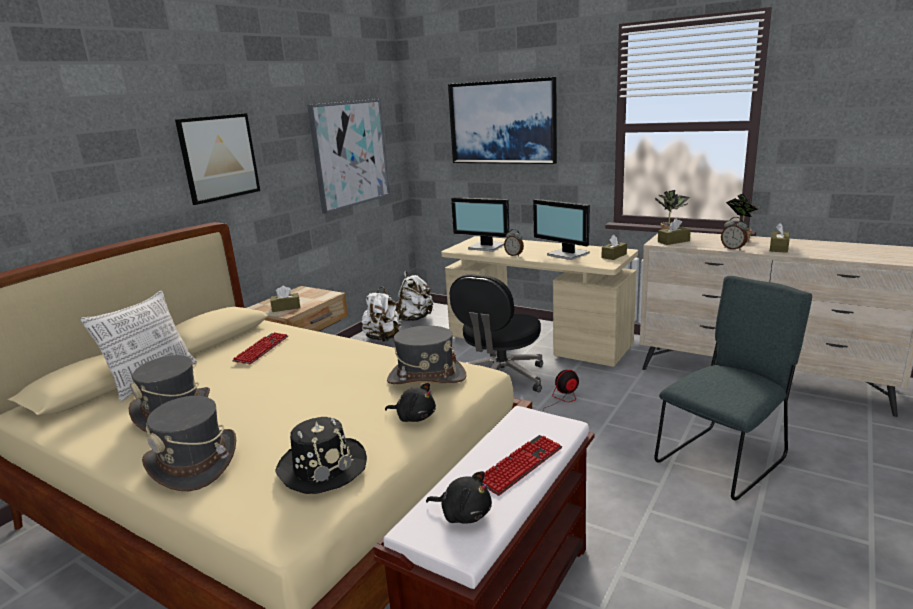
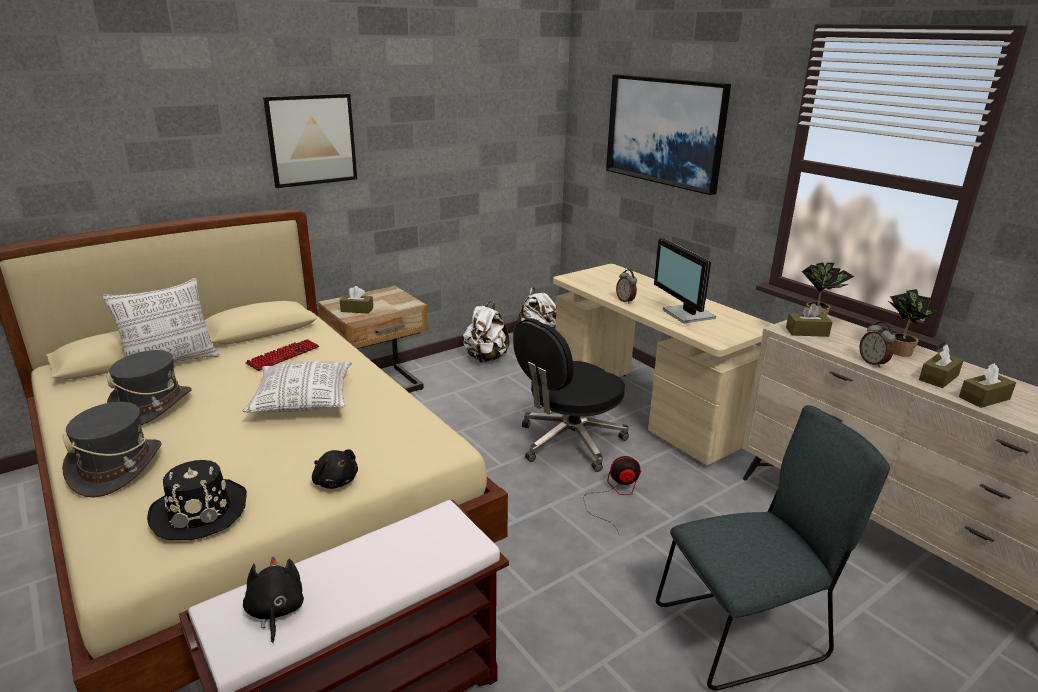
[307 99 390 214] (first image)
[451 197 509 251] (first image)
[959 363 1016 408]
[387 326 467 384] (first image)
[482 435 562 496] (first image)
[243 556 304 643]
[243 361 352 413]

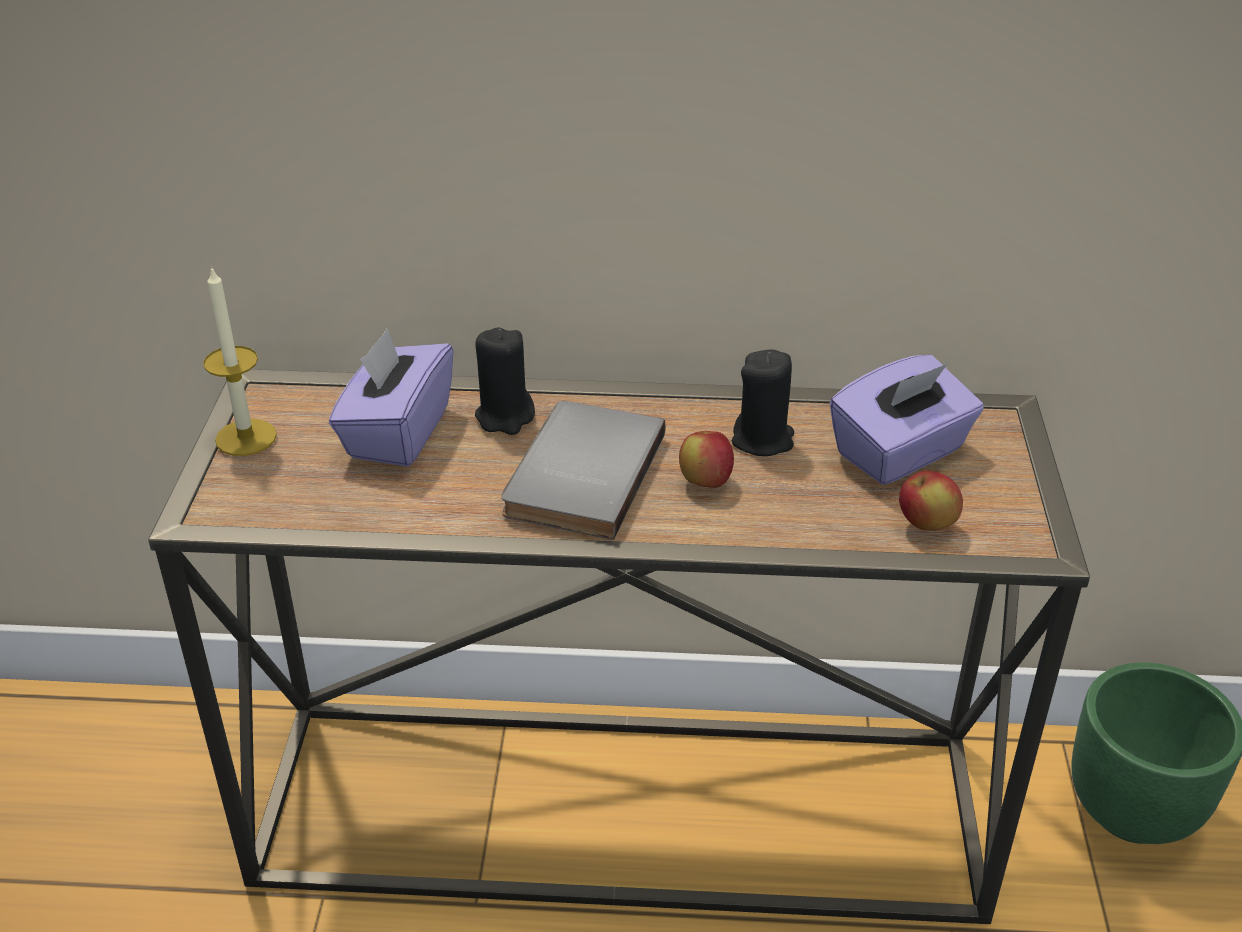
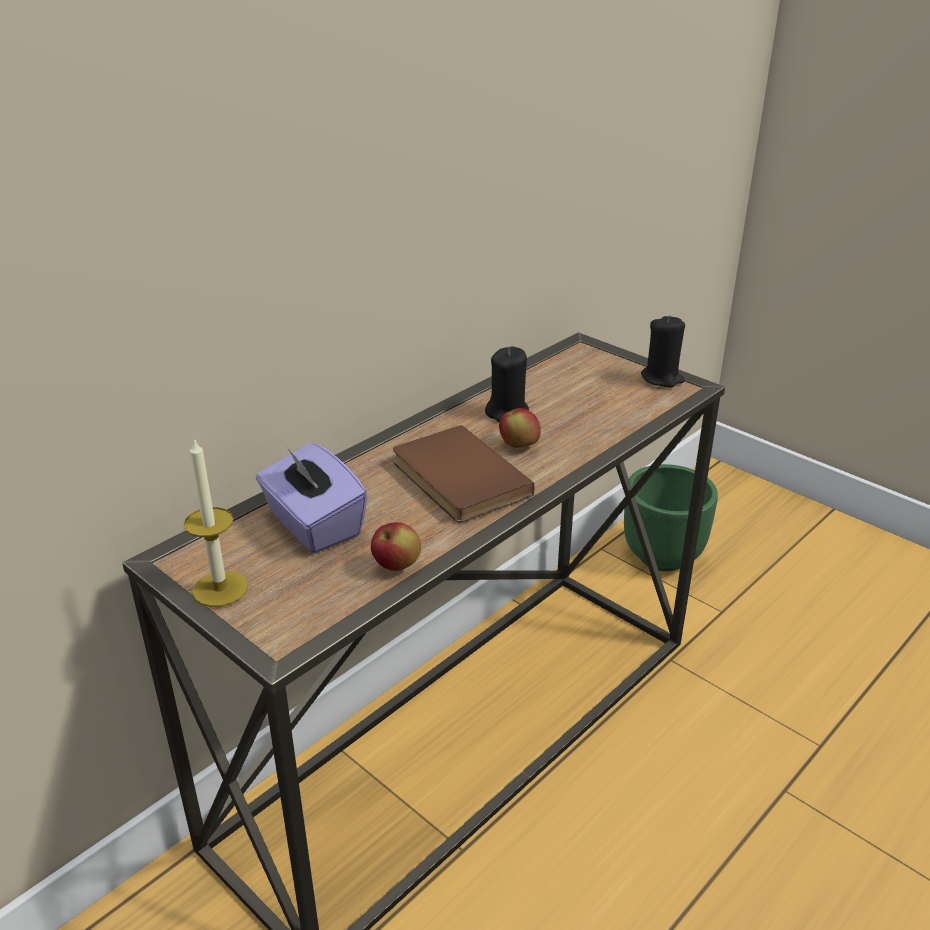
[641 315 685 388]
[830 355 984 485] (first image)
[393 425 534 522]
[371 522 421 571]

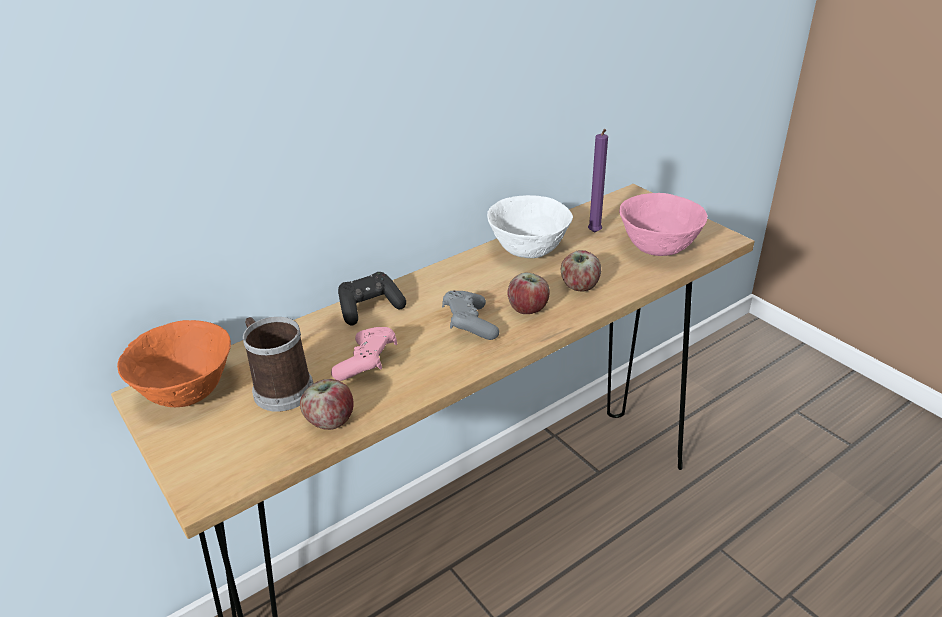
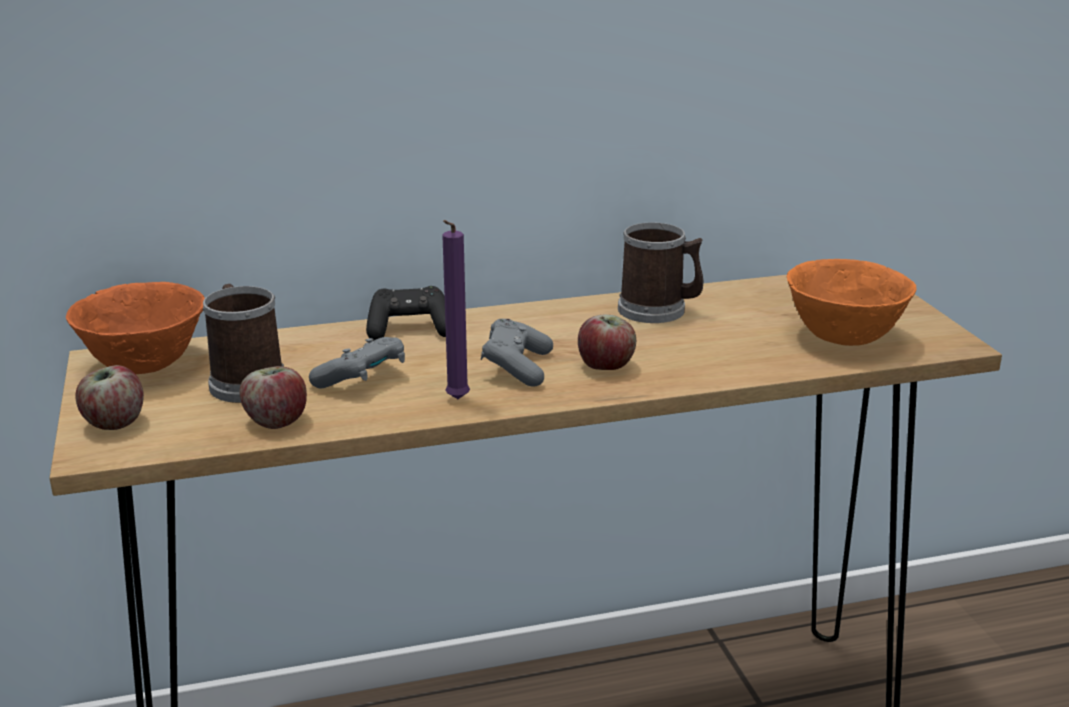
[442 220 470 399]
[787 259 917 346]
[618 222 704 323]
[75 365 144 430]
[309 337 405 388]

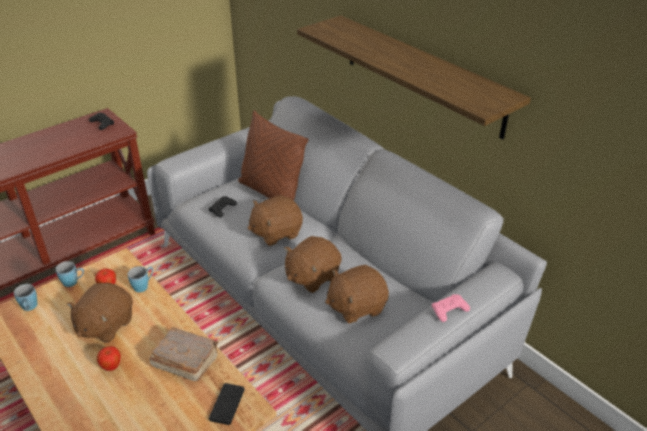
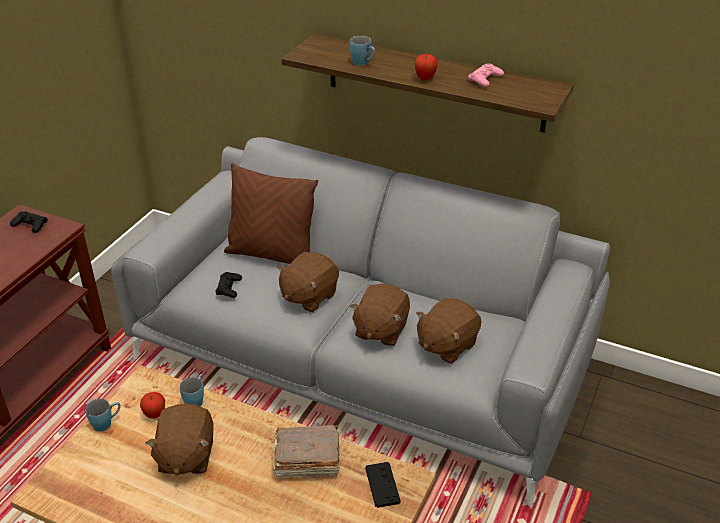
[350 36 375 66]
[468 64 504 87]
[415 54 438 81]

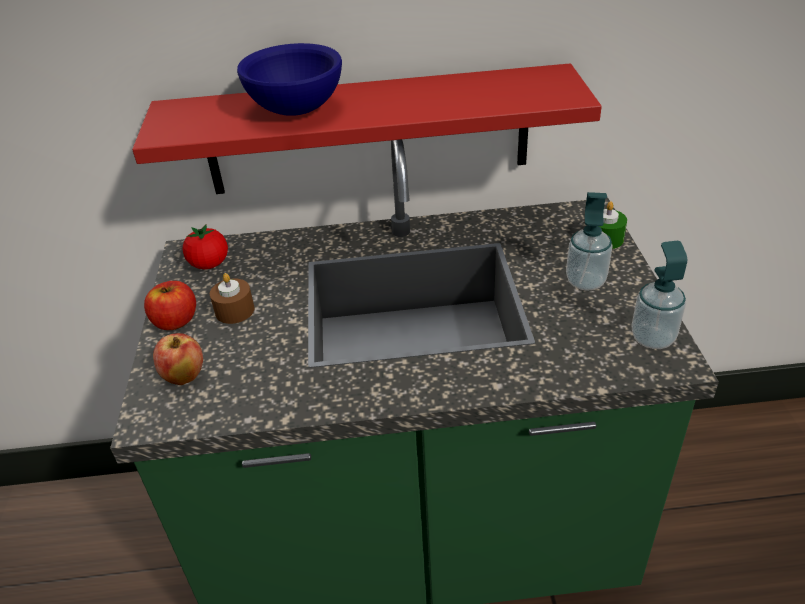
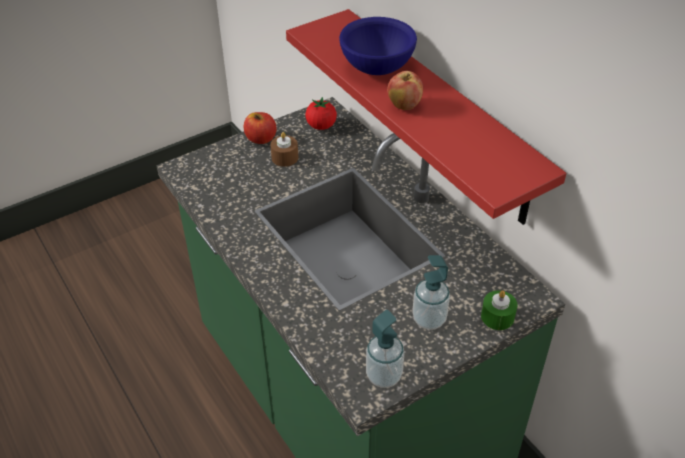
[387 71 423 110]

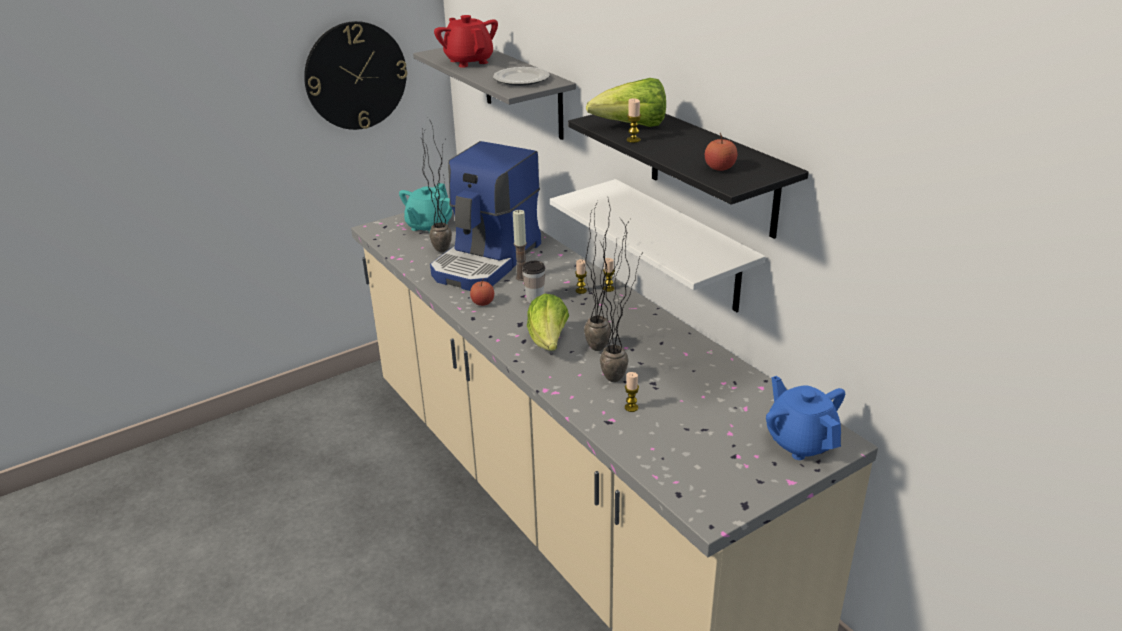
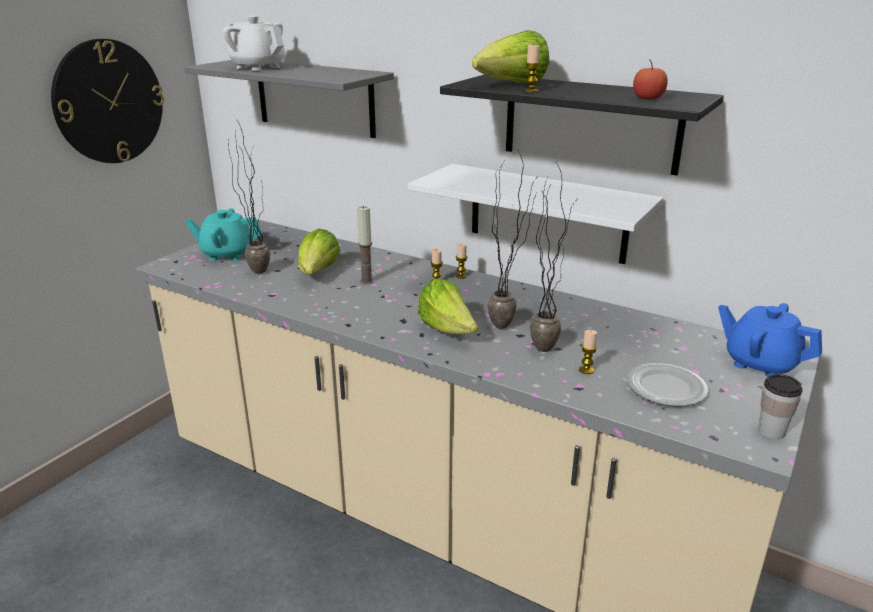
[223 16 285 71]
[627 363 709 406]
[298 229 340 274]
[184 208 262 261]
[758 374 803 439]
[470 279 494 306] (first image)

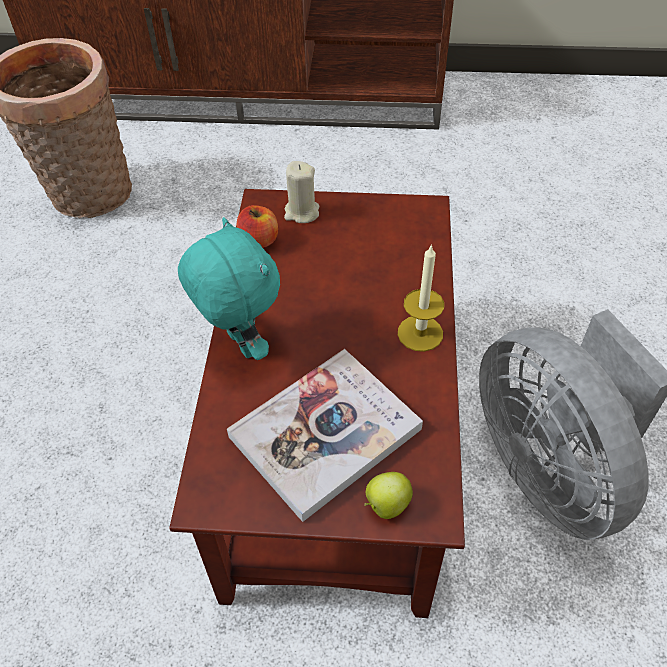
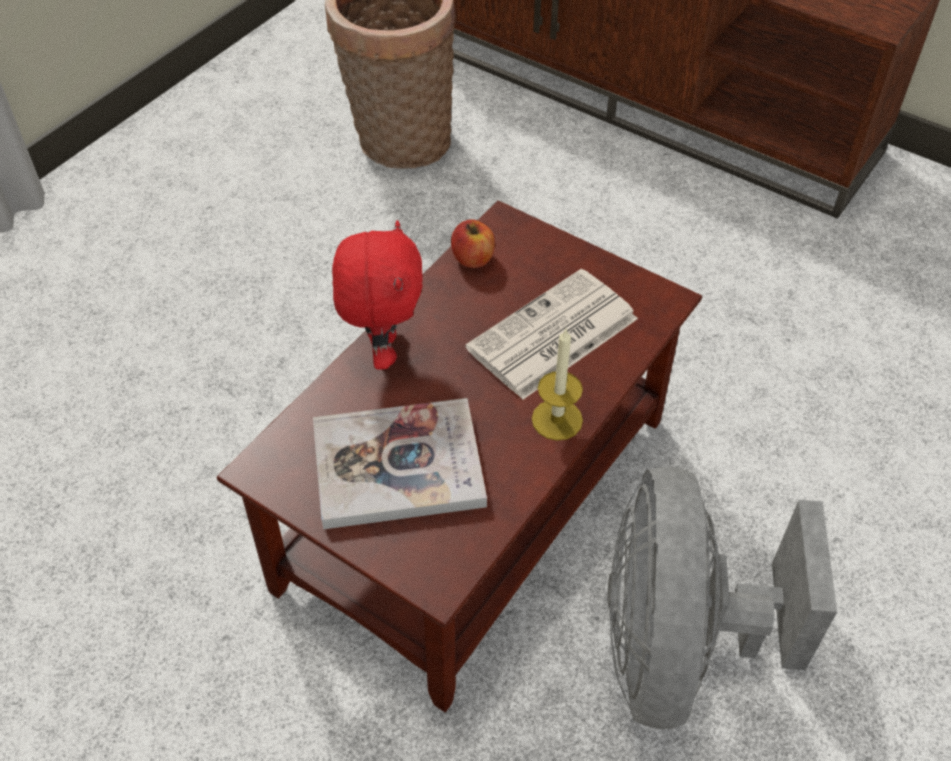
[284 161 319 223] (first image)
[332 220 423 370]
[364 472 413 519] (first image)
[465 269 638 400]

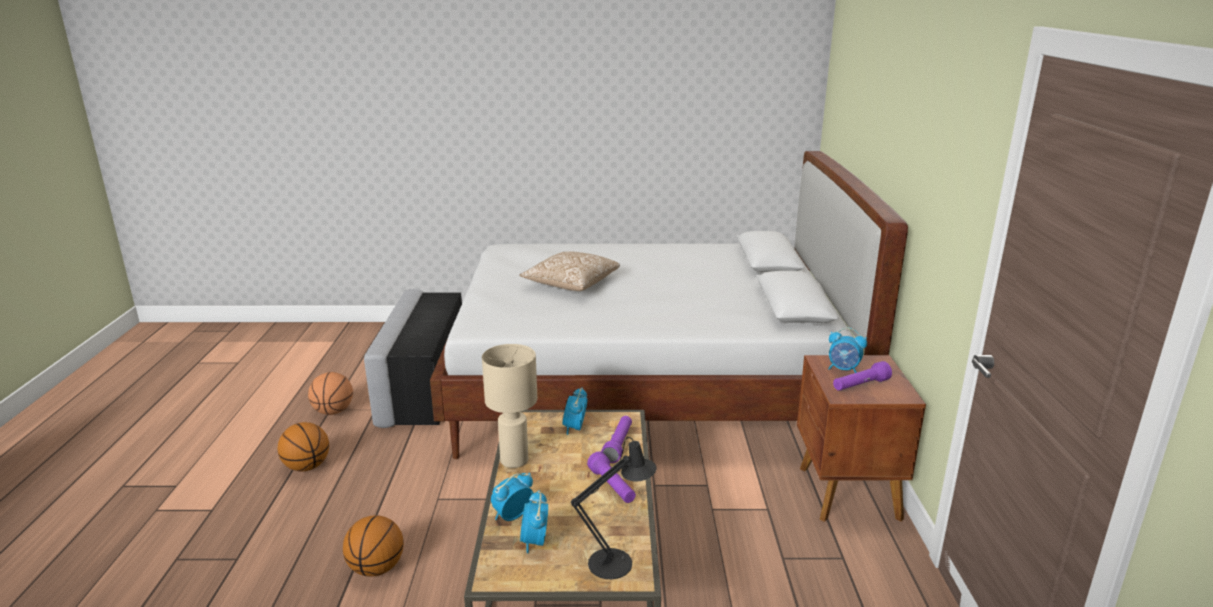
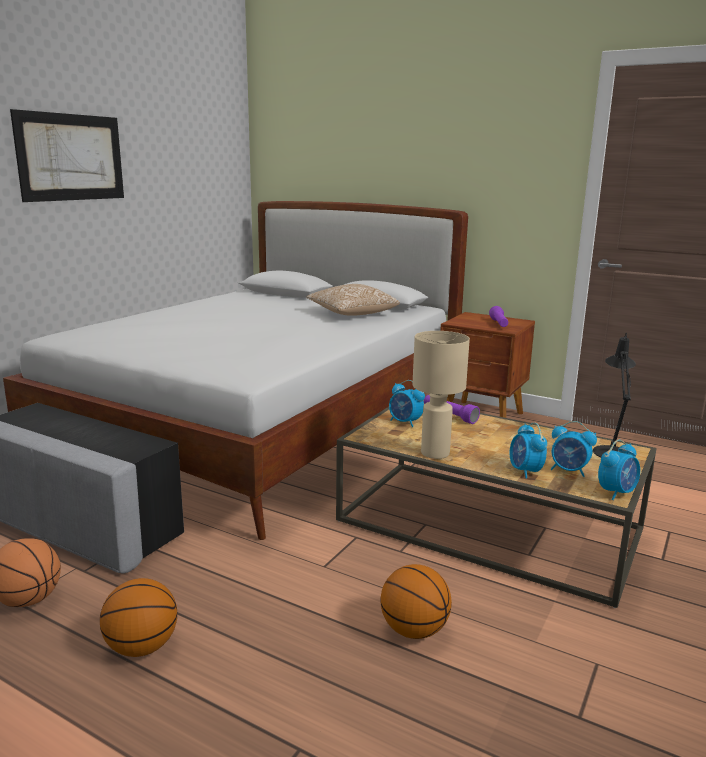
[306 284 400 316]
[598 440 640 500]
[587 451 636 503] (first image)
[10 109 124 202]

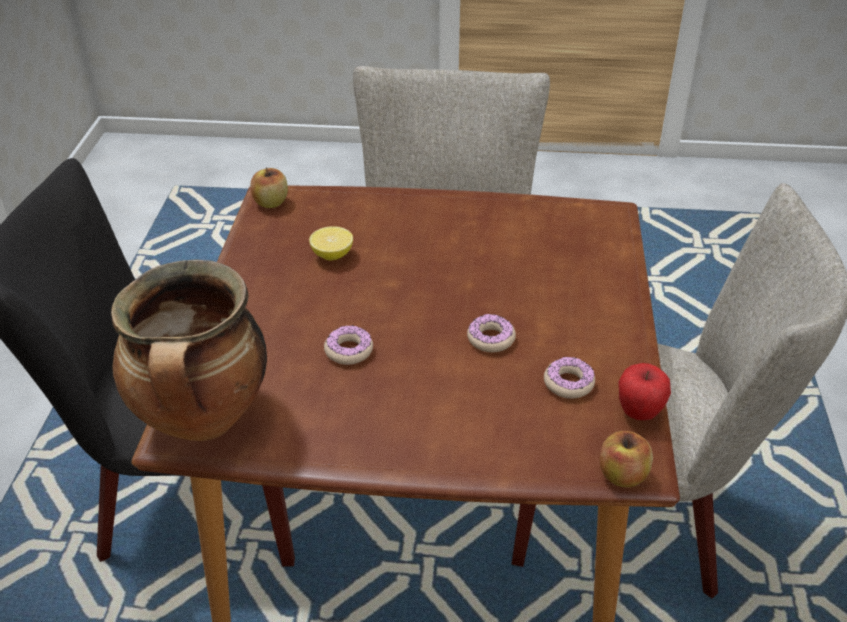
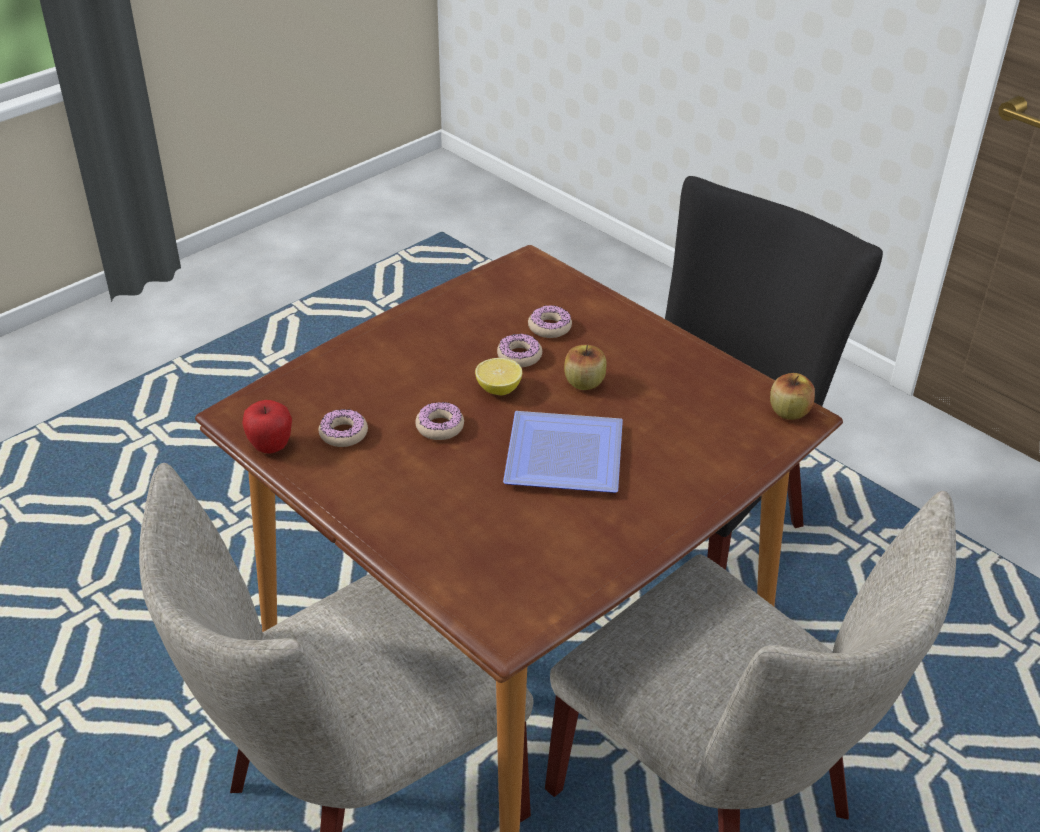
[475 358 522 395]
[111 260 267 441] (first image)
[564 345 607 390]
[528 305 572 338]
[503 411 623 493]

